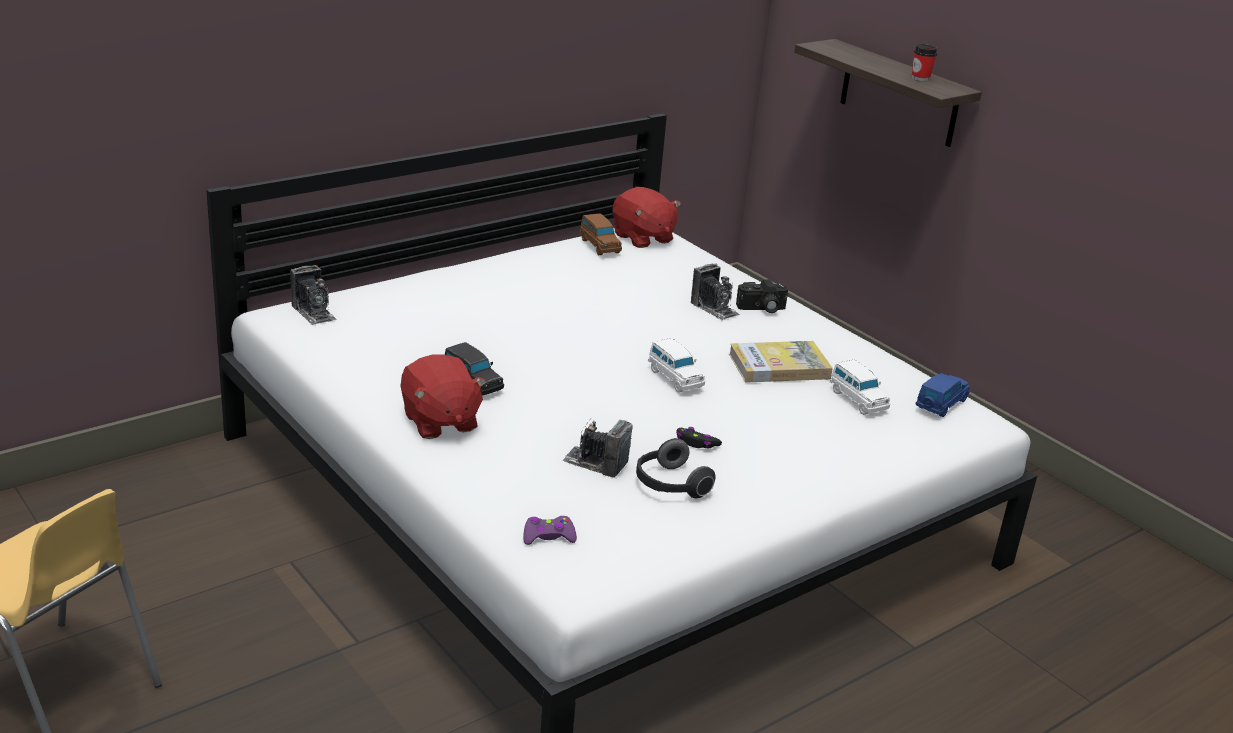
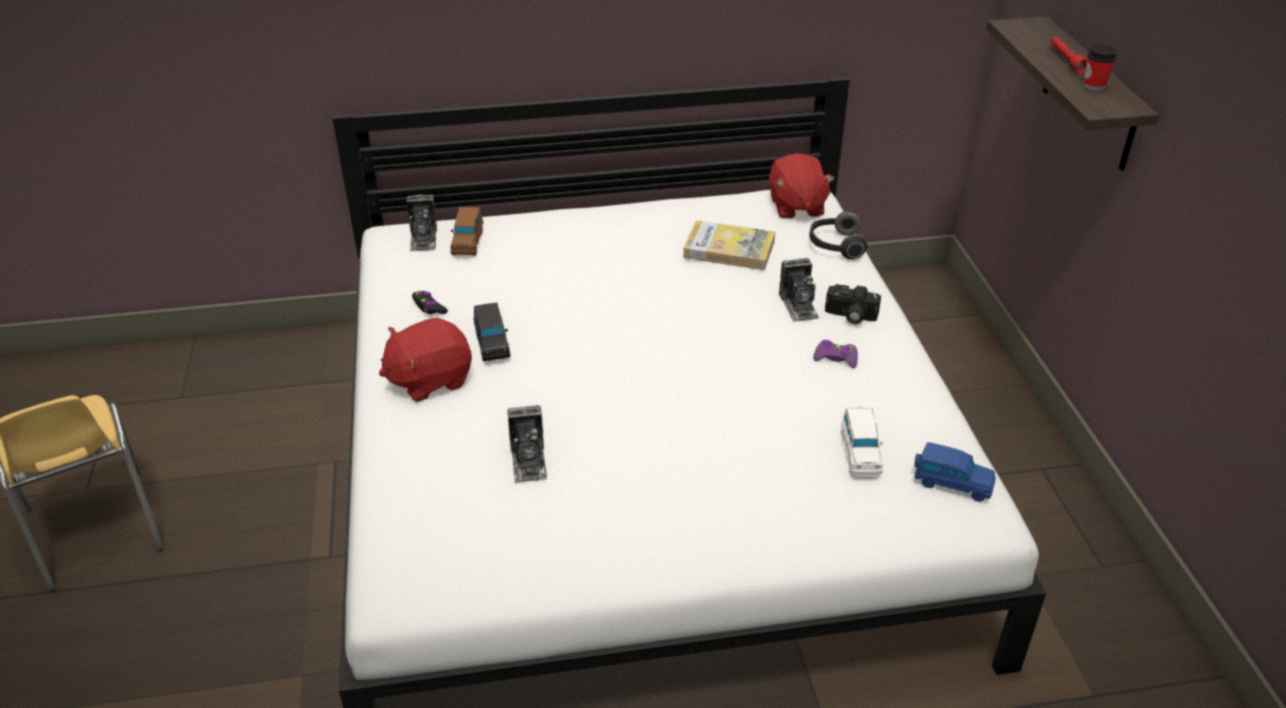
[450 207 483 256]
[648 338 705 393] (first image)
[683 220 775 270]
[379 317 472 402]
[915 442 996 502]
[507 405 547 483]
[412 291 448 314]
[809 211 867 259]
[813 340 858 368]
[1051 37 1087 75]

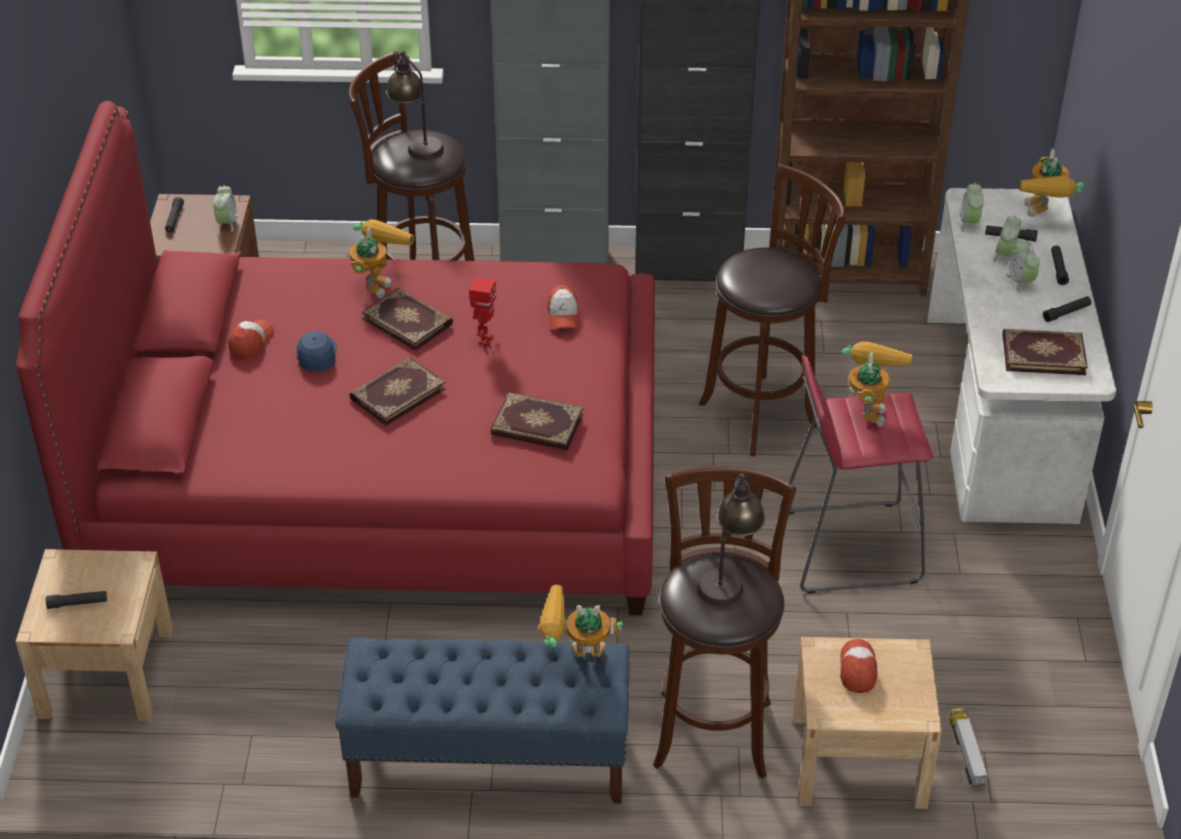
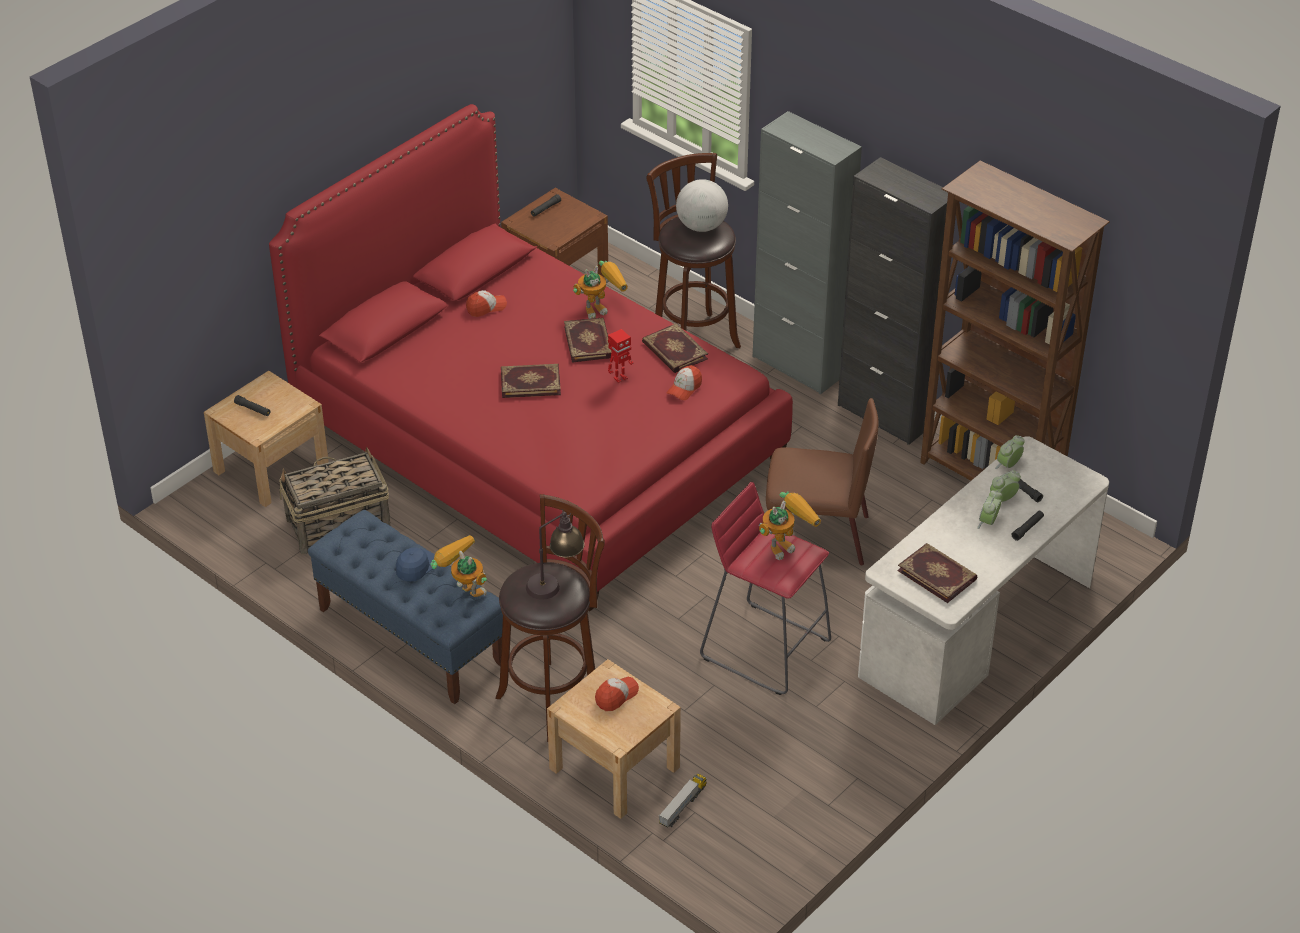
[676 179 728 232]
[1019 149 1084 217] (first image)
[766 398 879 566]
[213 185 238 232] (first image)
[1043 296 1092 322] (first image)
[396 547 435 582]
[642 323 708 373]
[279 447 390 555]

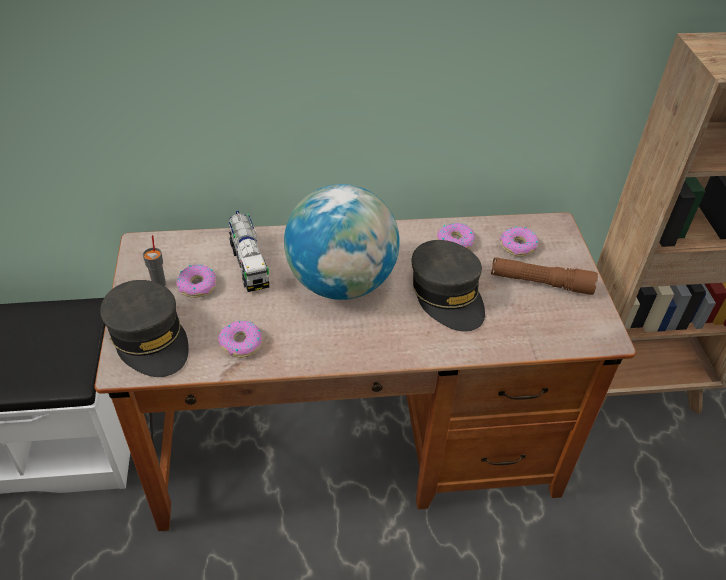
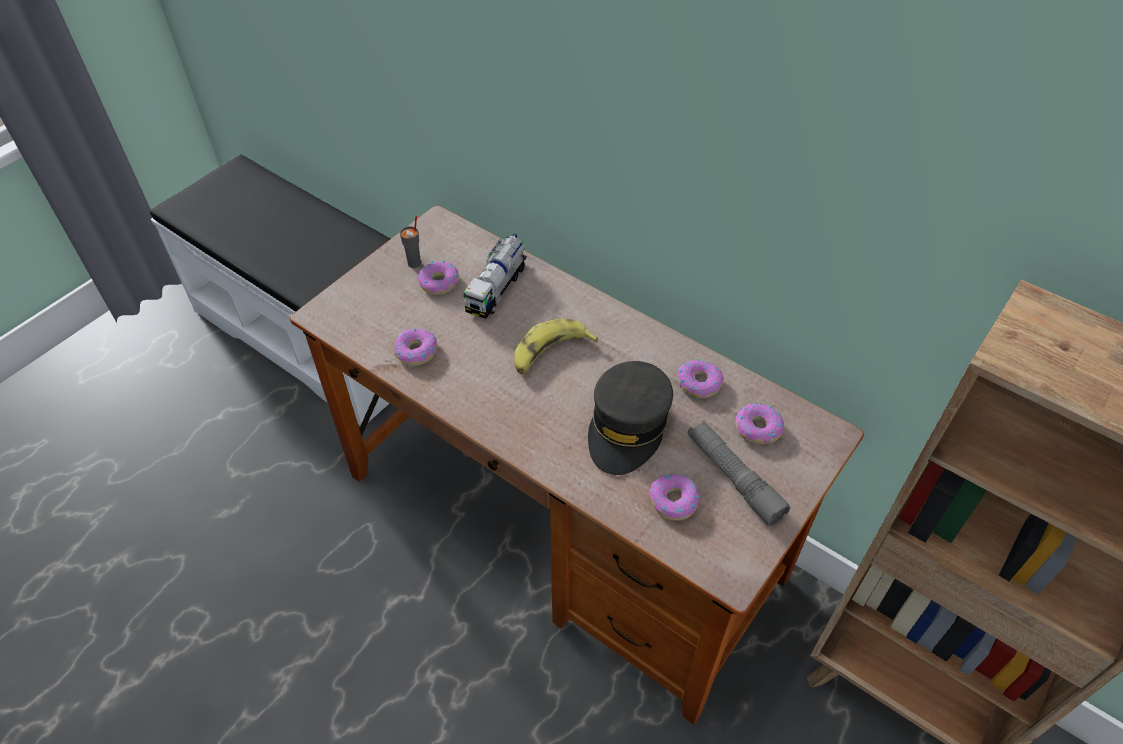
[514 319 598 375]
[688 420 791 526]
[100 280 188 377] (first image)
[650 474 699 521]

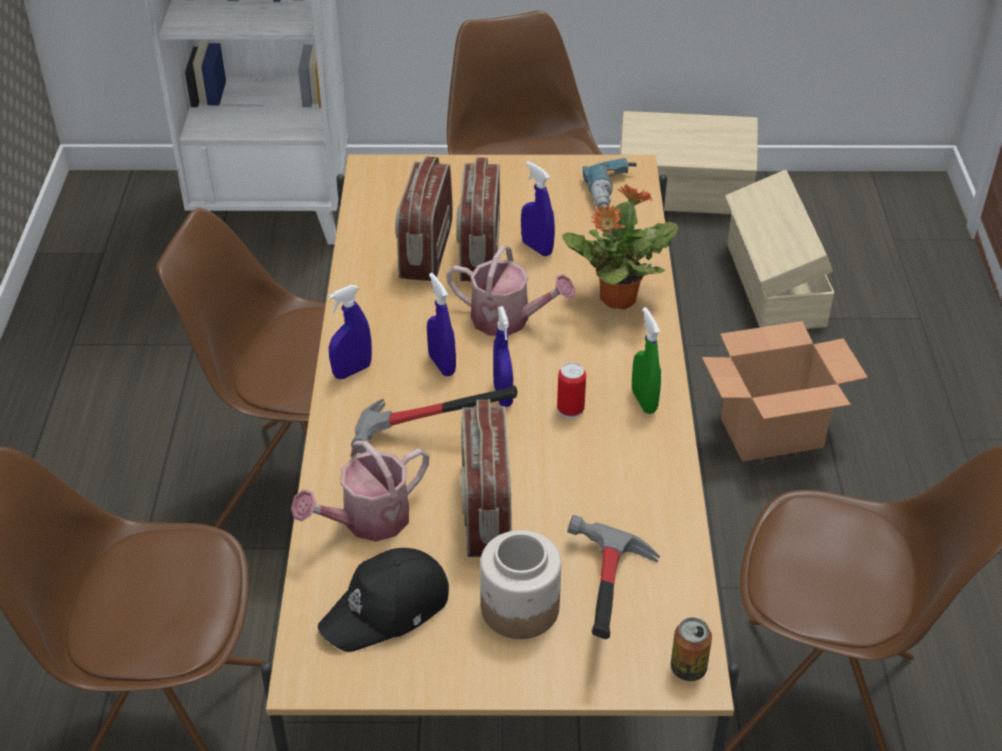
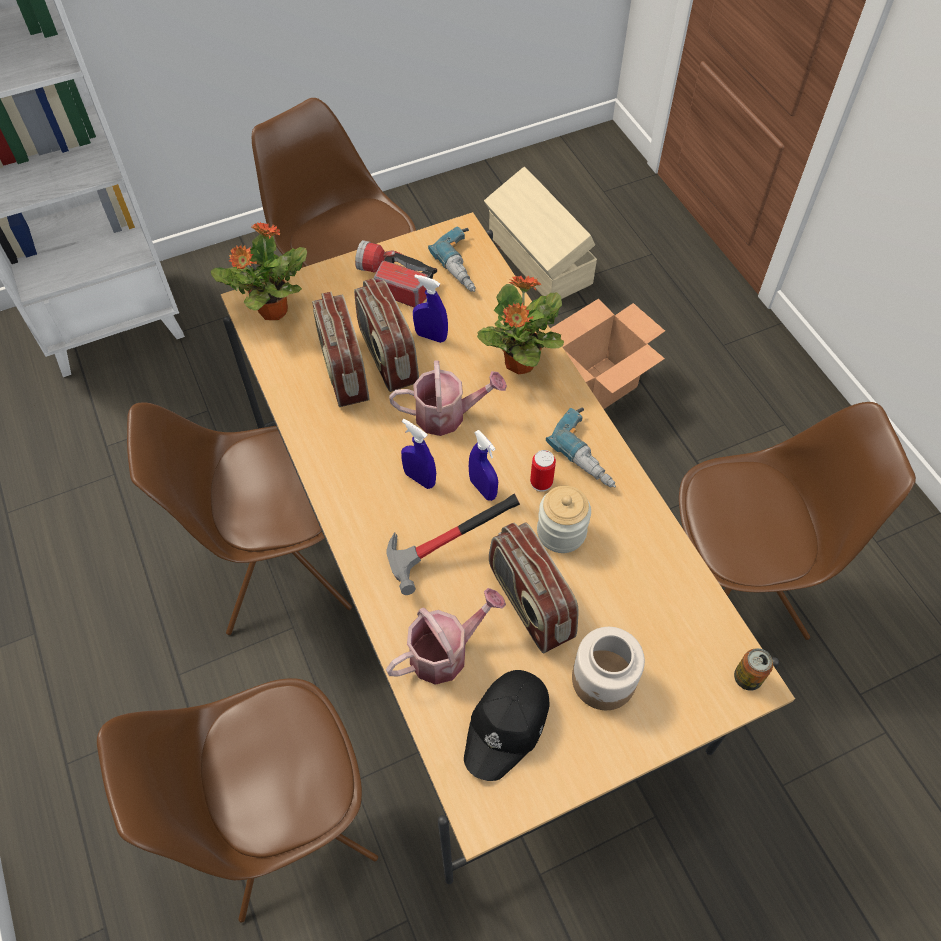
[620 111 758 214] (first image)
[328 285 372 379] (first image)
[546 407 616 488]
[386 588 506 685]
[567 515 660 639] (first image)
[211 222 307 320]
[355 240 437 307]
[537 486 591 553]

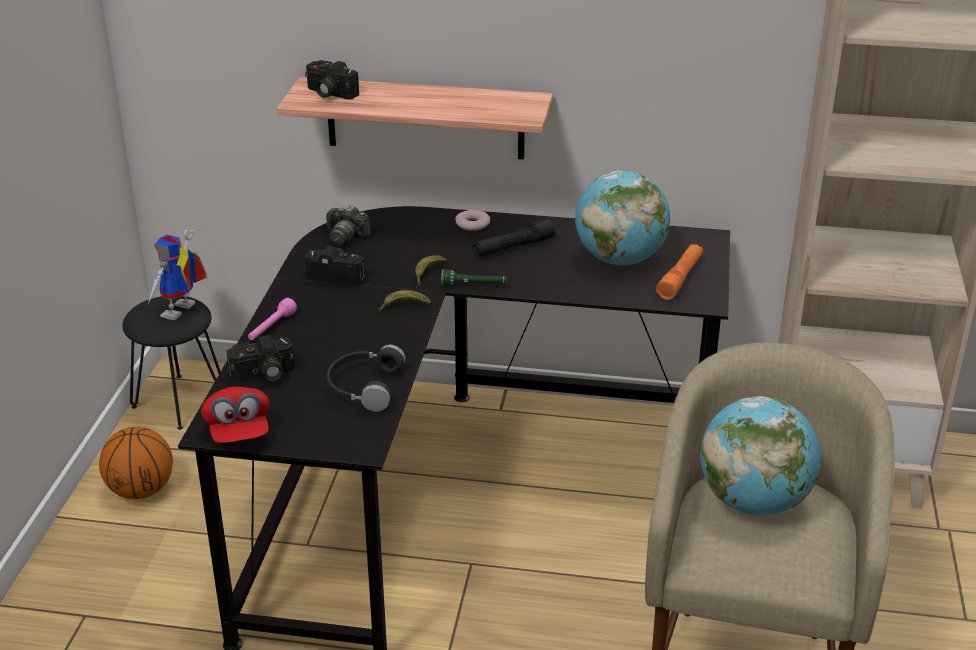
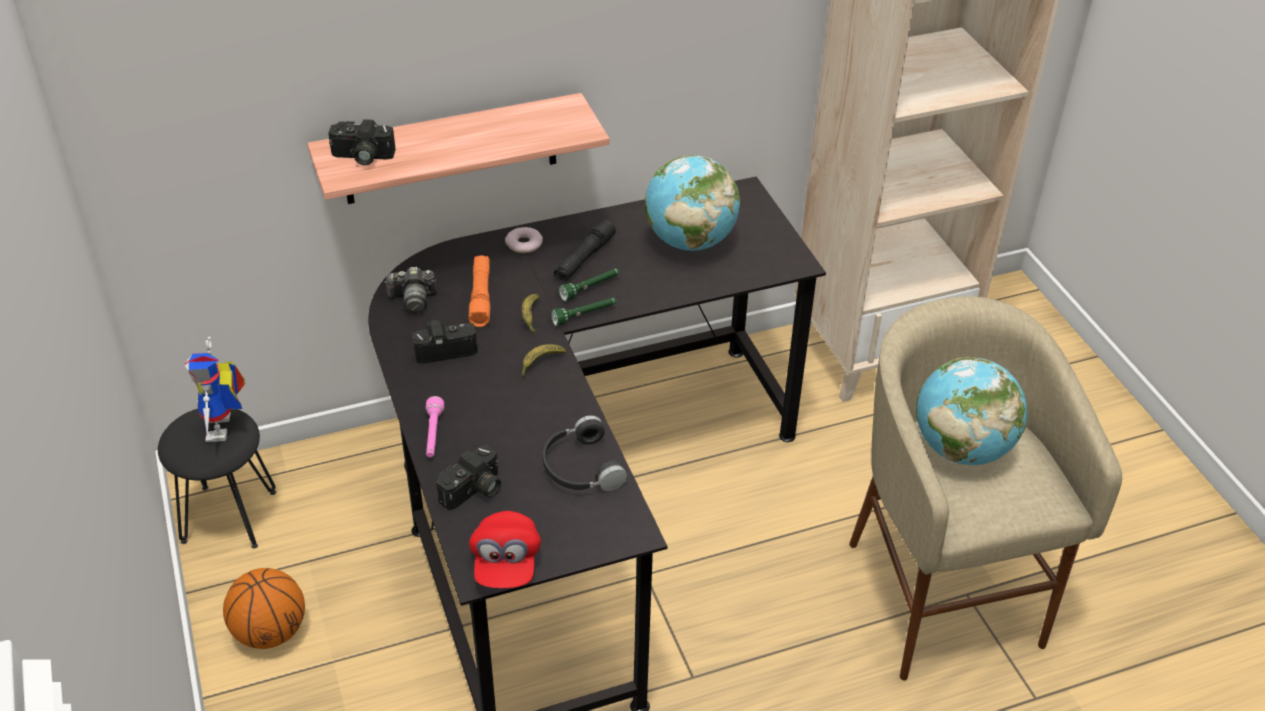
[468 255 490 327]
[469 511 541 588]
[558 268 619 301]

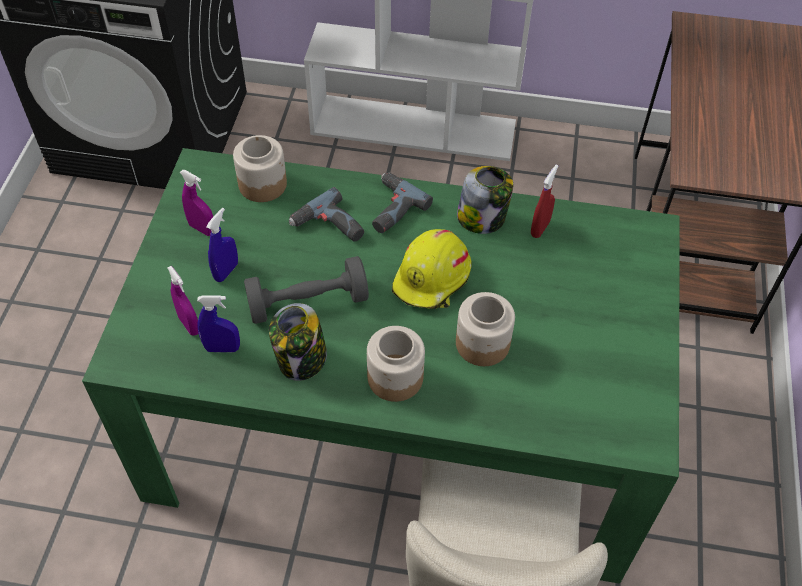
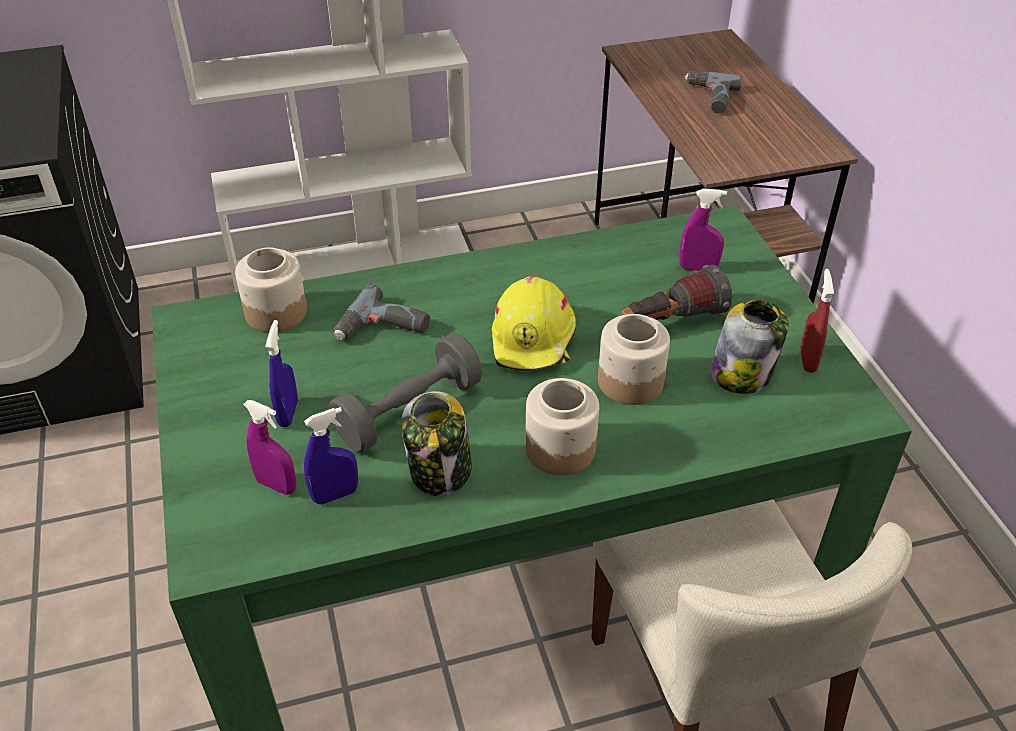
[800 269 834 373]
[710 300 789 394]
[679 189 727 271]
[684 71 742 113]
[621 264 732 320]

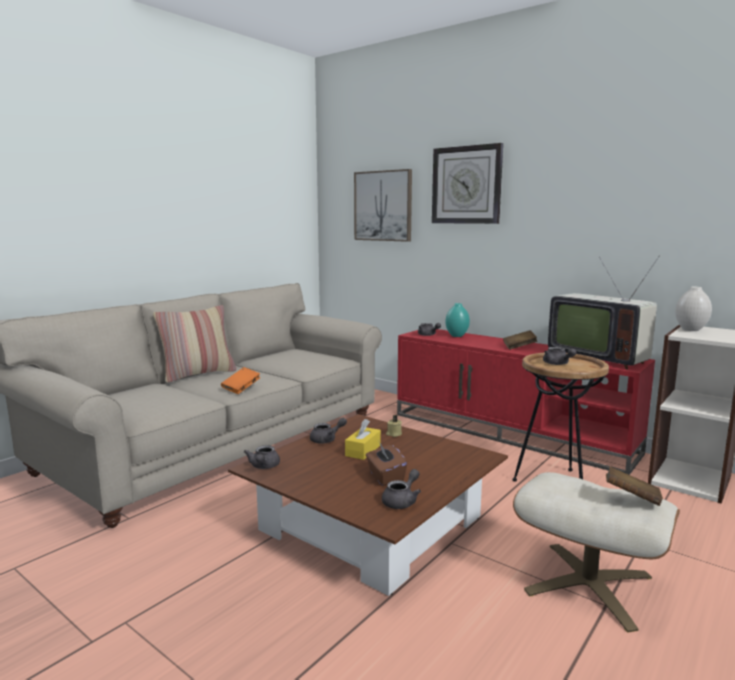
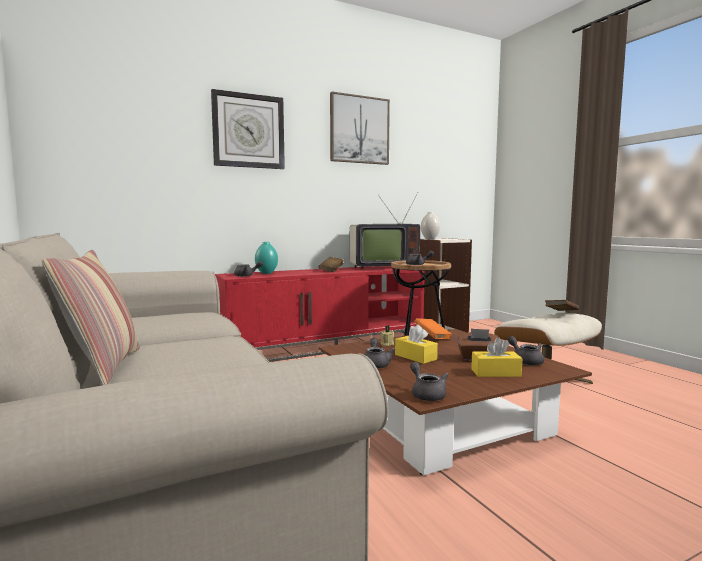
[330 91 390 165]
[414 318 452 339]
[410 362 449 401]
[471 337 522 377]

